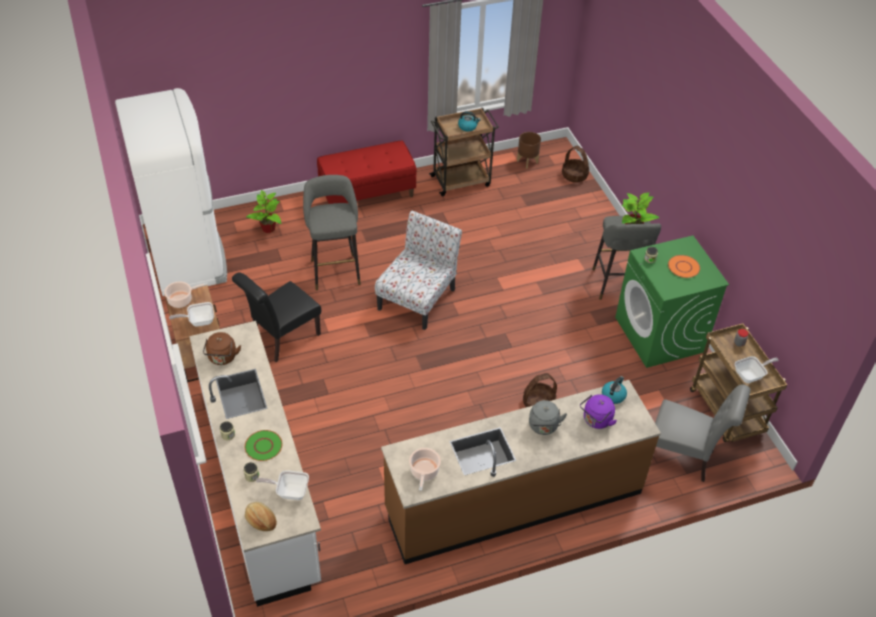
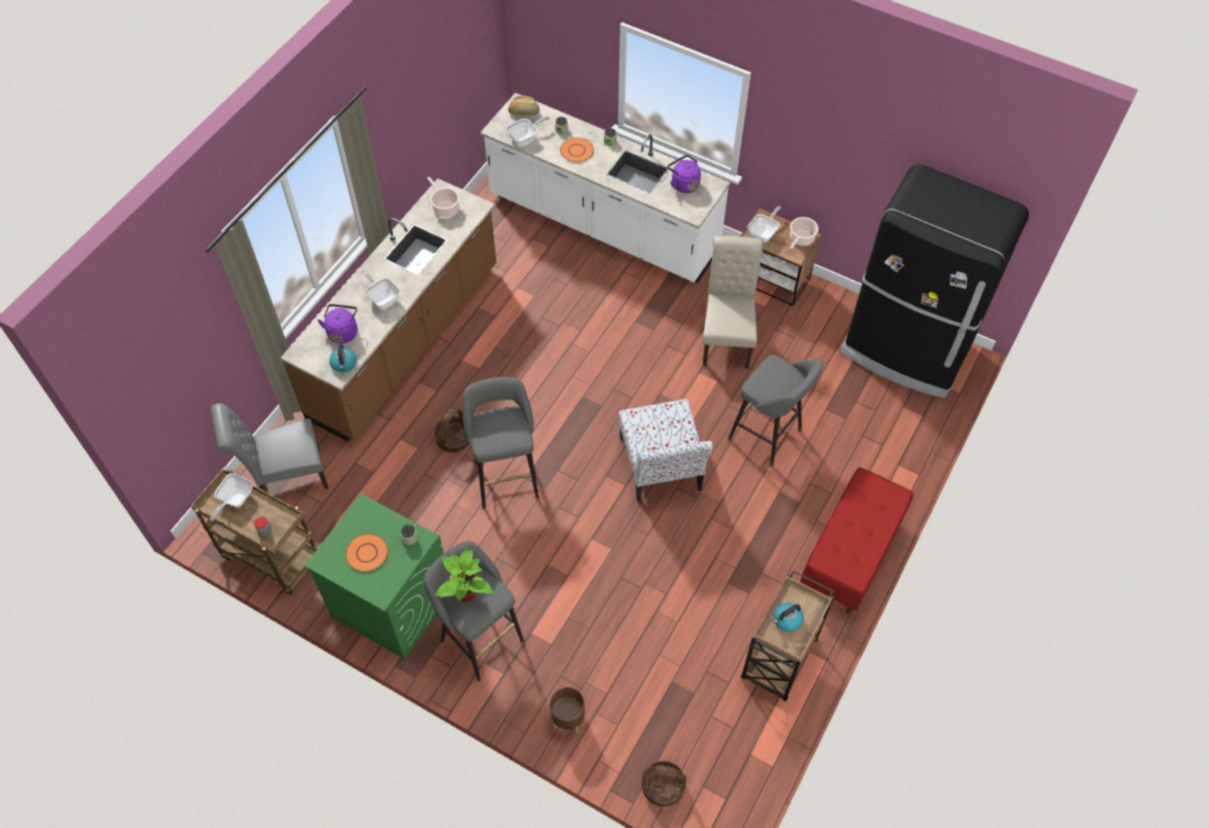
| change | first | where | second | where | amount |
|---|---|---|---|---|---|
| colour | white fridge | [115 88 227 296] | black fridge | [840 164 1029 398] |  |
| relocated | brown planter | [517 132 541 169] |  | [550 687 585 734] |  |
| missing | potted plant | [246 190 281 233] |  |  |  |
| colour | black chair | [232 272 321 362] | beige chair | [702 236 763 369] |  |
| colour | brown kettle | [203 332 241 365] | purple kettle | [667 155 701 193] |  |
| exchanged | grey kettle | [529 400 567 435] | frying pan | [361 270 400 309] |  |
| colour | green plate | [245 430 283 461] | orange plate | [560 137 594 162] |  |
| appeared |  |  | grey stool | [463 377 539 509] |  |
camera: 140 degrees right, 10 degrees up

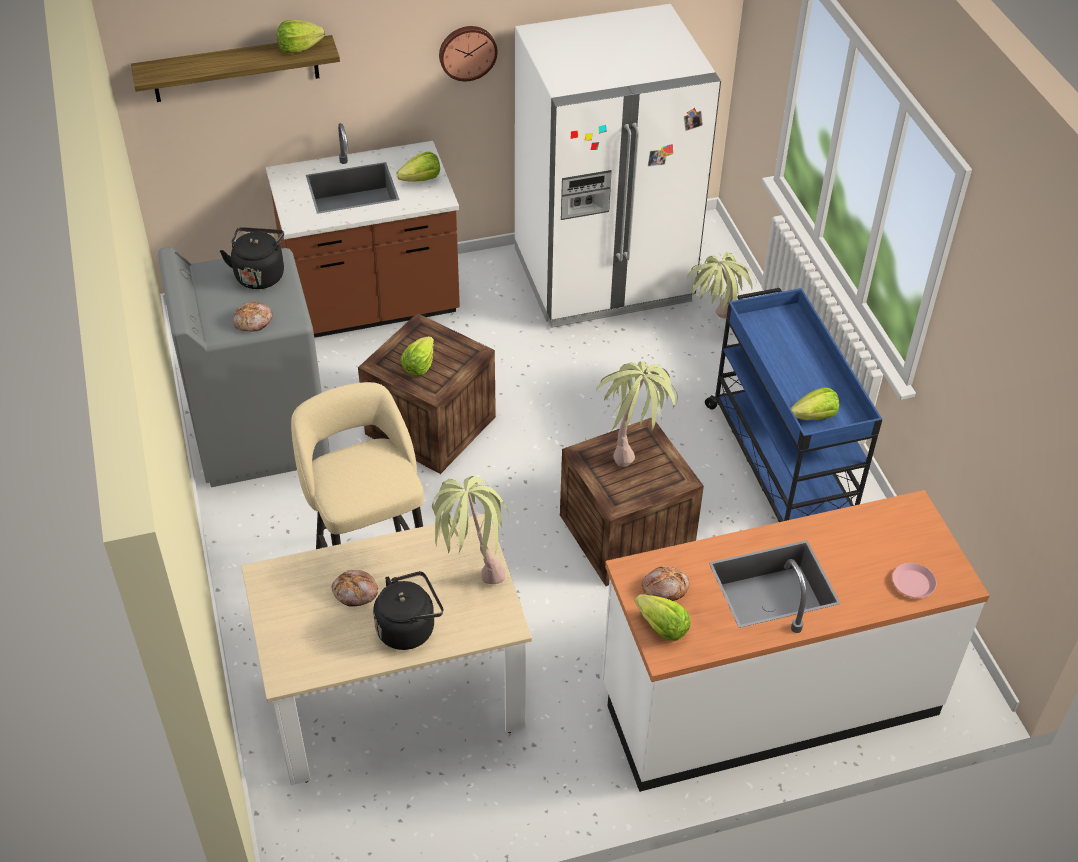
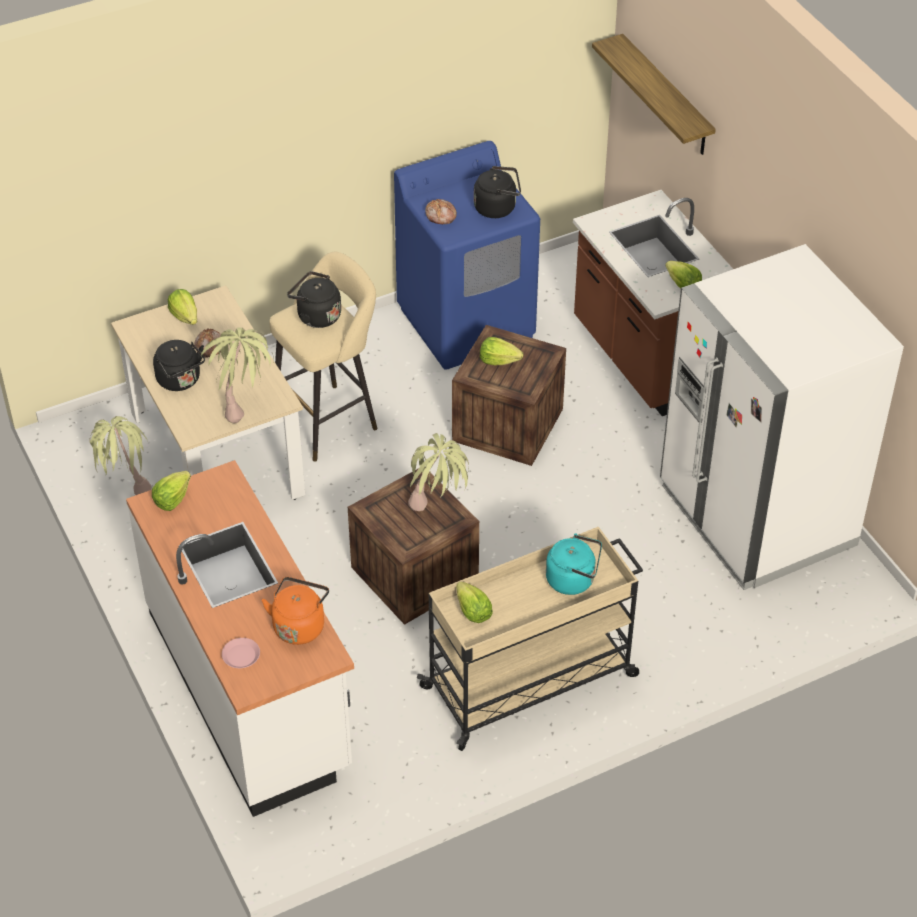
| change | first | where | second | where | amount |
|---|---|---|---|---|---|
| relocated | lettuce | [277 20 325 53] |  | [168 289 197 325] |  |
| missing | wall clock | [439 26 498 81] |  |  |  |
| colour | grey washing machine | [158 247 330 487] | blue washing machine | [394 141 540 370] |  |
| relocated | potted plant | [688 252 755 319] |  | [89 416 152 495] |  |
| colour | blue cart | [705 288 882 522] | beige cart | [417 527 643 751] |  |
| missing | bread | [641 567 690 601] |  |  |  |
| appeared |  |  | black kettle | [287 271 341 328] |  |
| appeared |  |  | turquoise kettle | [546 533 602 595] |  |
| appeared |  |  | orange kettle | [262 577 329 645] |  |
camera: 80 degrees right, 0 degrees up

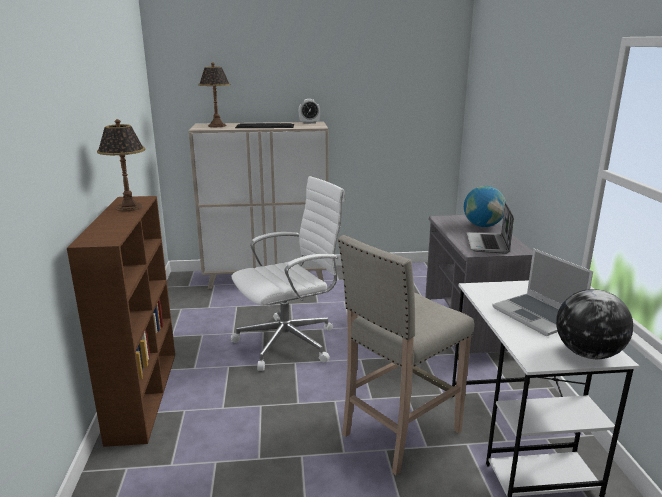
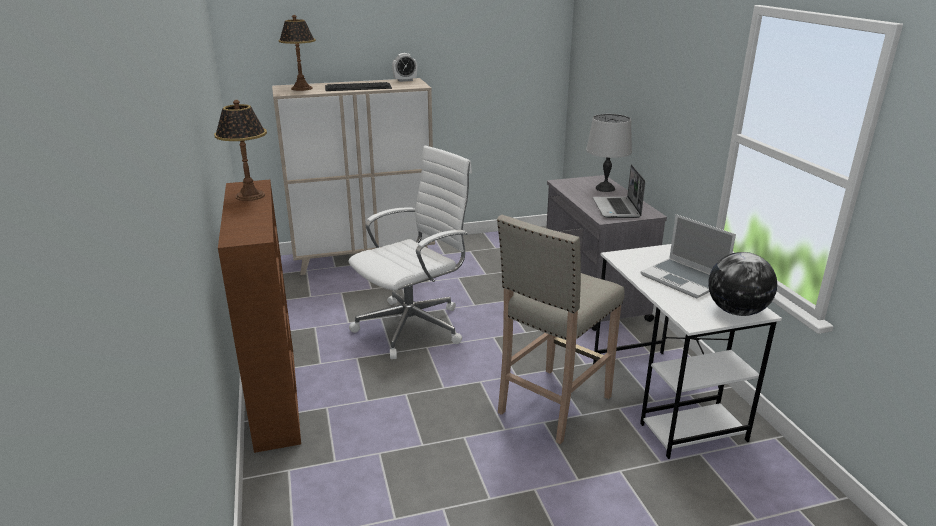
| change | first | where | second | where | amount |
|---|---|---|---|---|---|
| exchanged | globe | [464 186 506 227] | grey table lamp | [586 114 632 192] |  |
camera: 10 degrees left, 5 degrees up

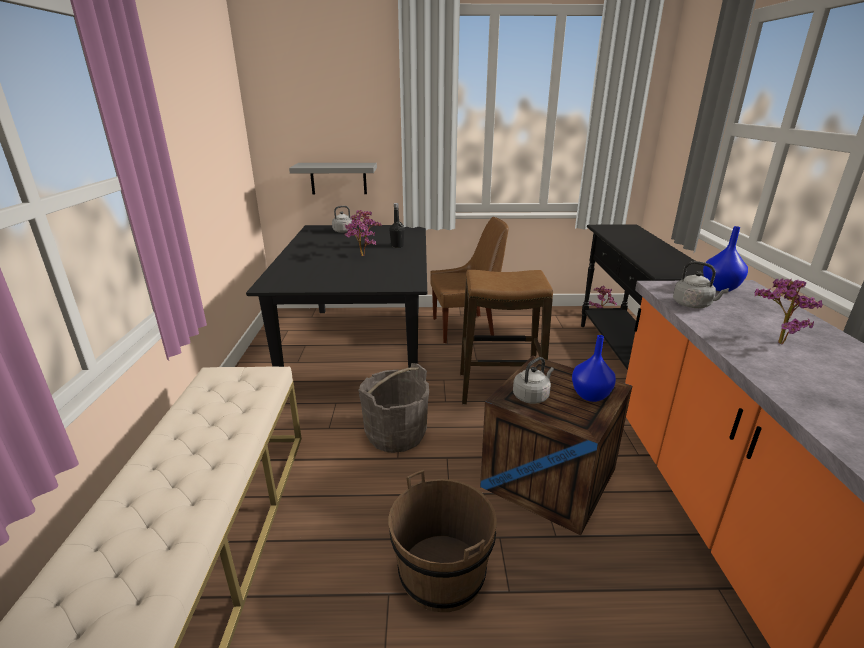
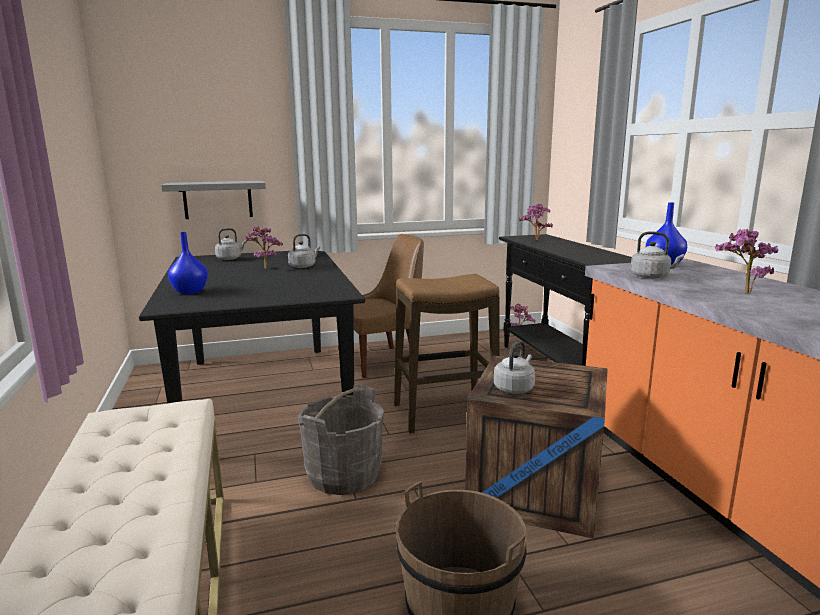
| change | first | where | second | where | amount |
|---|---|---|---|---|---|
| exchanged | black bottle | [389 203 404 248] | grey kettle | [288 234 320 268] |  |
| relocated | potted plant | [345 220 376 256] |  | [519 204 553 240] |  |
| relocated | blue vase | [572 335 616 402] |  | [168 232 208 294] |  |
camera: 15 degrees left, 10 degrees down

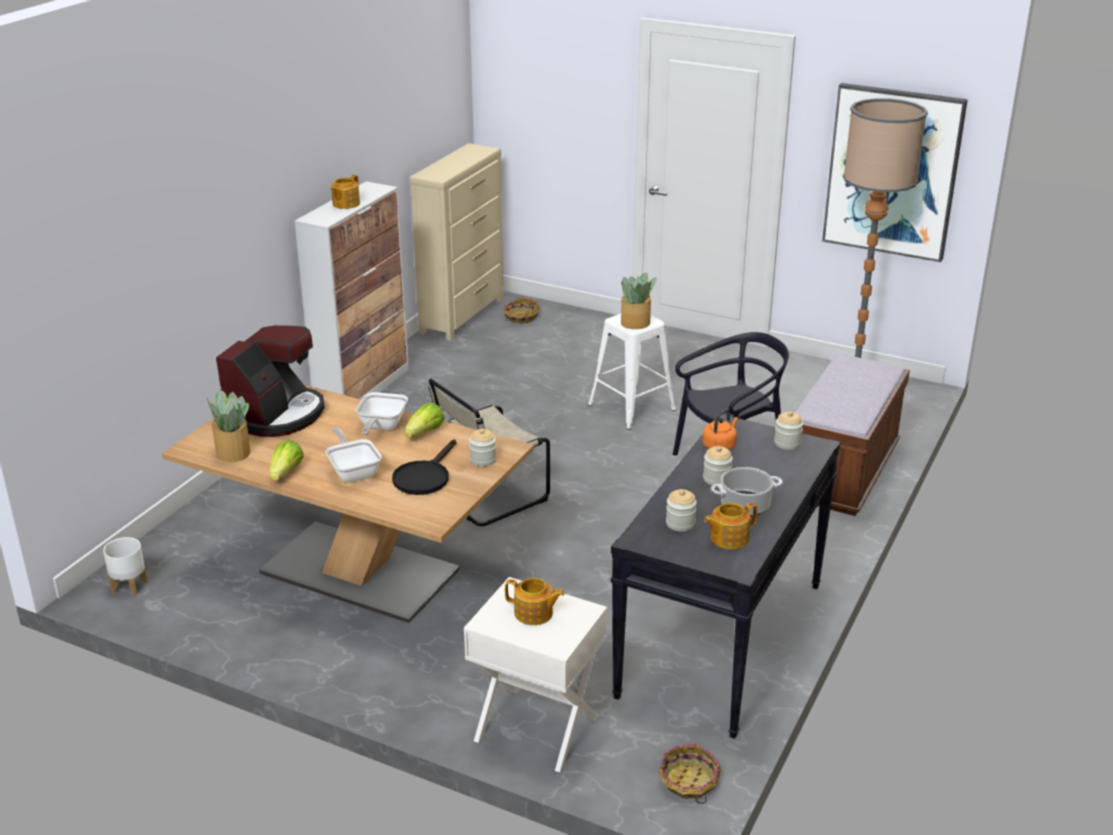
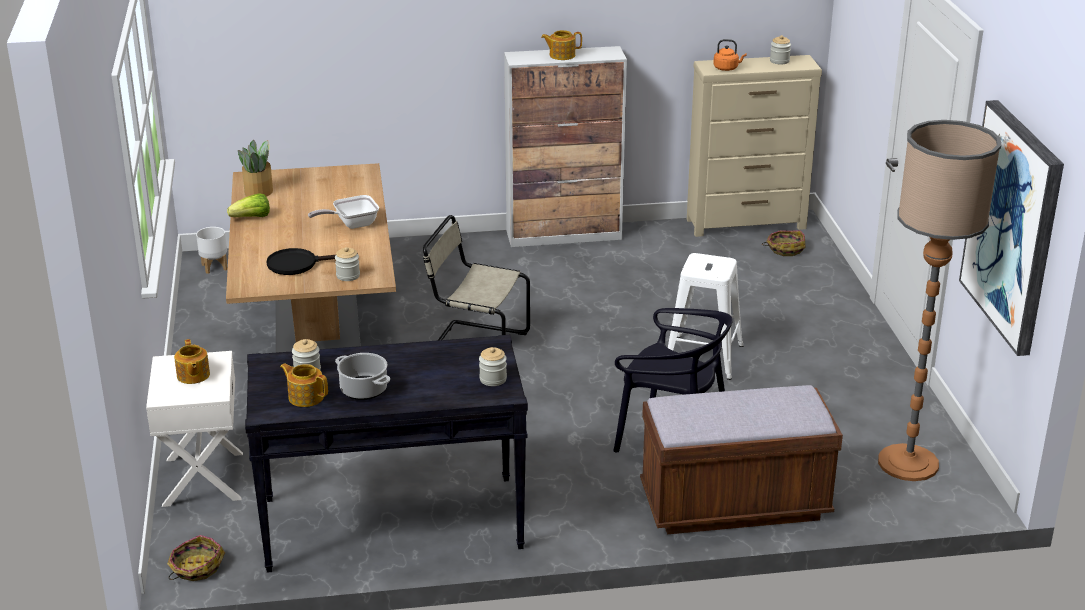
| change | first | where | second | where | amount |
|---|---|---|---|---|---|
| missing | potted plant | [621 273 657 329] |  |  |  |
| missing | coffee machine | [216 325 325 437] |  |  |  |
| missing | lettuce | [405 402 445 438] |  |  |  |
| relocated | orange kettle | [703 409 738 450] |  | [713 39 747 71] |  |
| missing | frying pan | [325 427 382 483] |  |  |  |
| relocated | jar | [703 446 733 485] |  | [770 35 791 64] |  |
camera: 55 degrees right, 0 degrees up

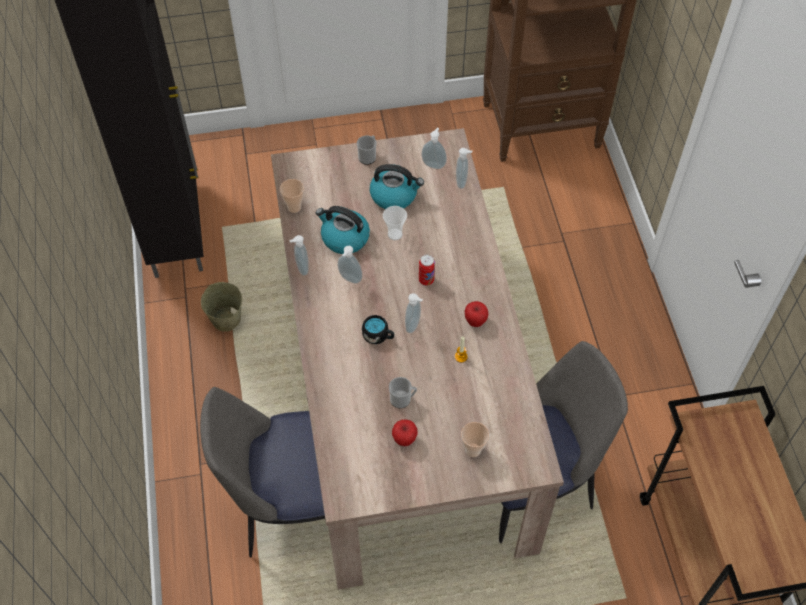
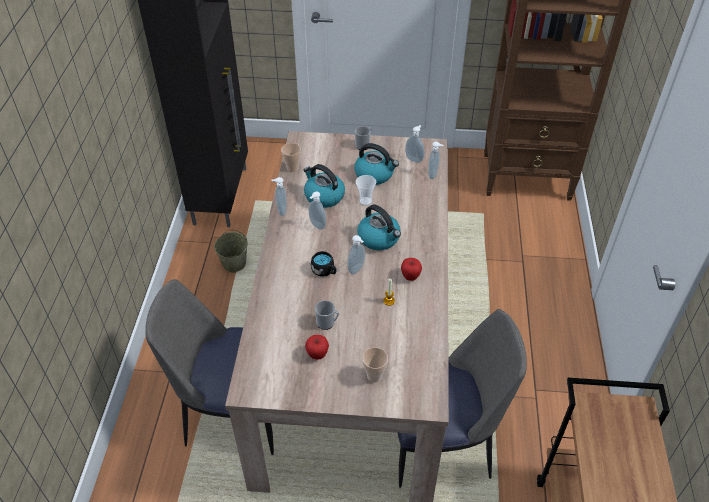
| change | first | where | second | where | amount |
|---|---|---|---|---|---|
| exchanged | can | [419 254 435 286] | kettle | [357 204 401 250] |  |
camera: 15 degrees right, 10 degrees down

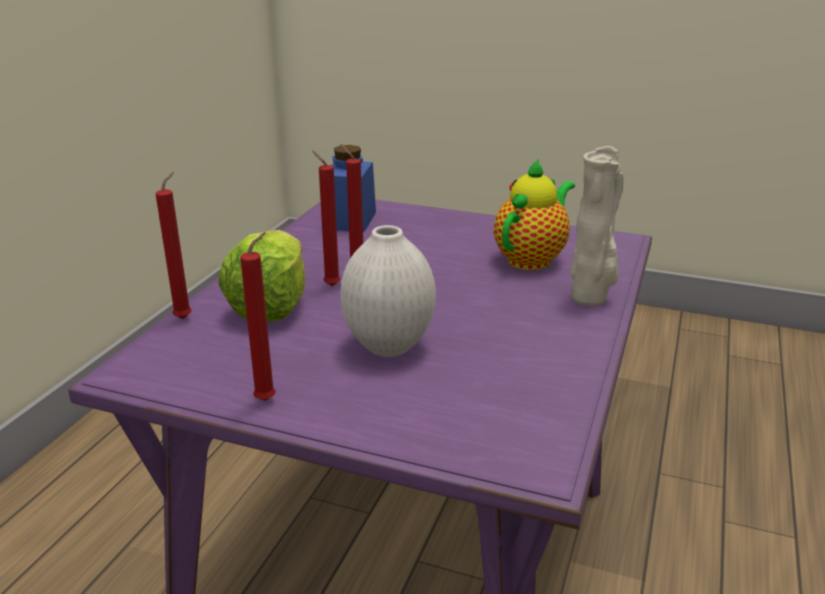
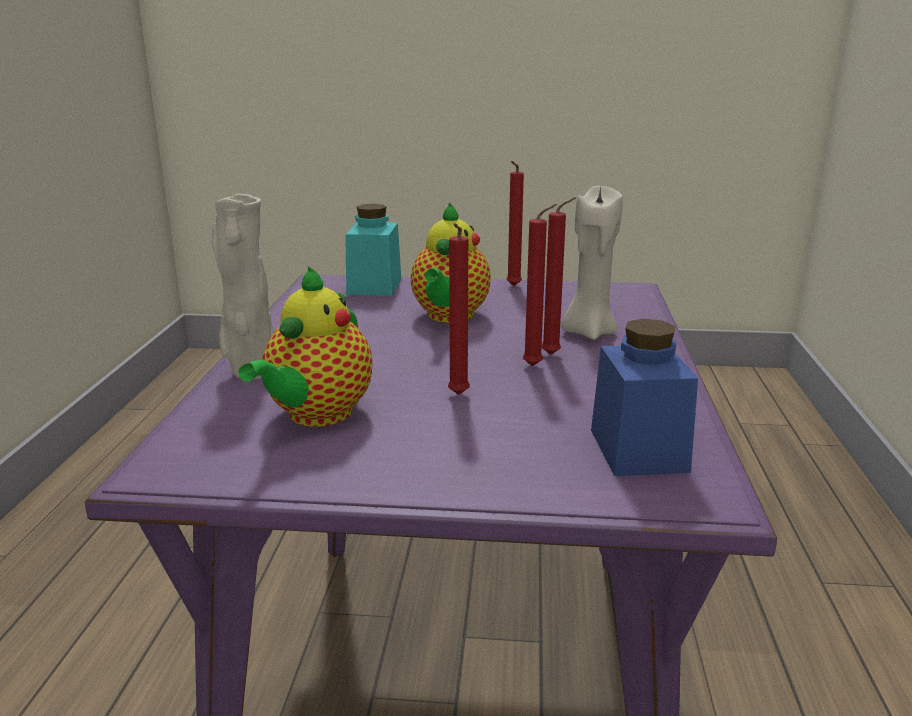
| change | first | where | second | where | amount |
|---|---|---|---|---|---|
| relocated | red candle | [156 172 192 319] |  | [448 223 470 395] |  |
| exchanged | white vase | [341 225 436 357] | teapot | [411 202 491 323] |  |
| exchanged | lettuce | [218 230 305 322] | beige candle | [562 185 623 340] |  |
| appeared |  |  | turquoise jar | [345 204 401 296] |  |
camera: 165 degrees right, 5 degrees down

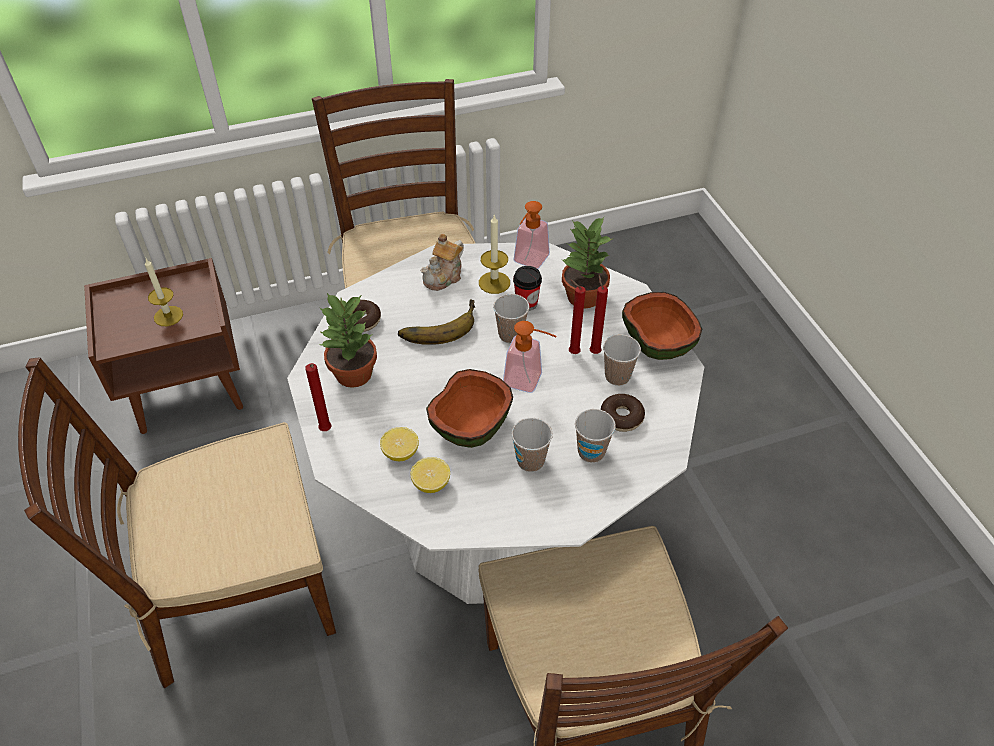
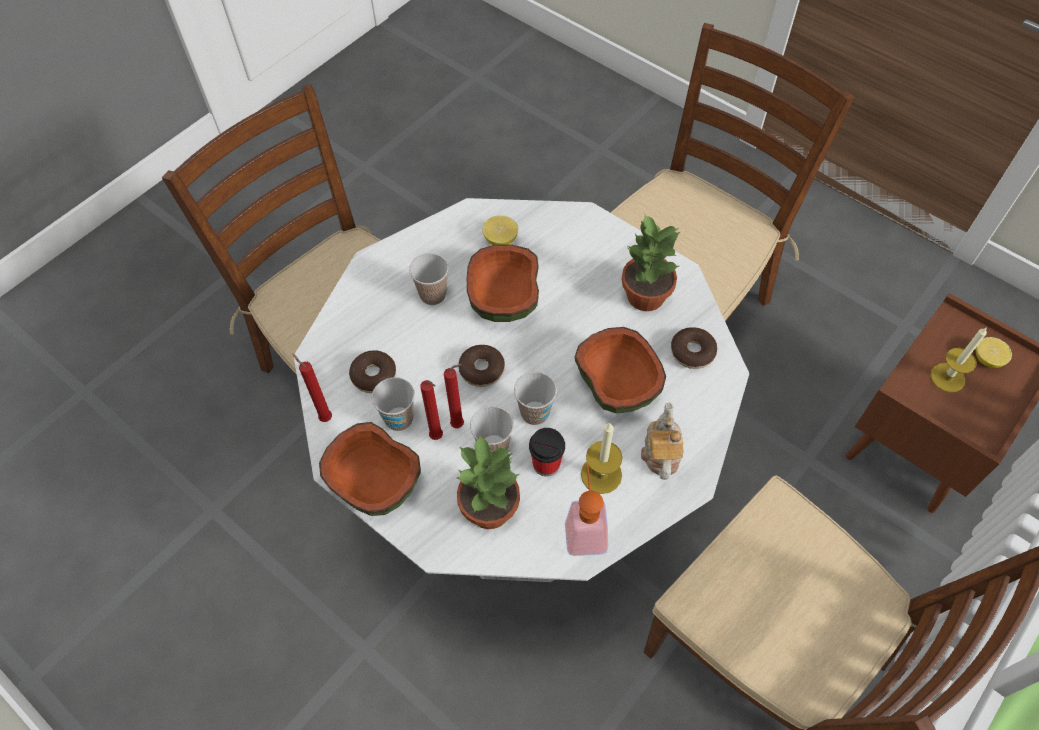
| change | first | where | second | where | amount |
|---|---|---|---|---|---|
| exchanged | banana | [398 300 475 345] | bowl | [575 327 666 413] |  |
| exchanged | soap dispenser | [503 321 557 393] | donut | [459 345 505 387] |  |
| relocated | red candle | [305 363 331 431] |  | [293 354 332 422] |  |
| relocated | cup | [575 409 616 463] |  | [470 406 514 453] |  |
| relocated | lemon | [380 427 419 461] |  | [976 337 1012 368] |  |
camera: 150 degrees right, 10 degrees up

